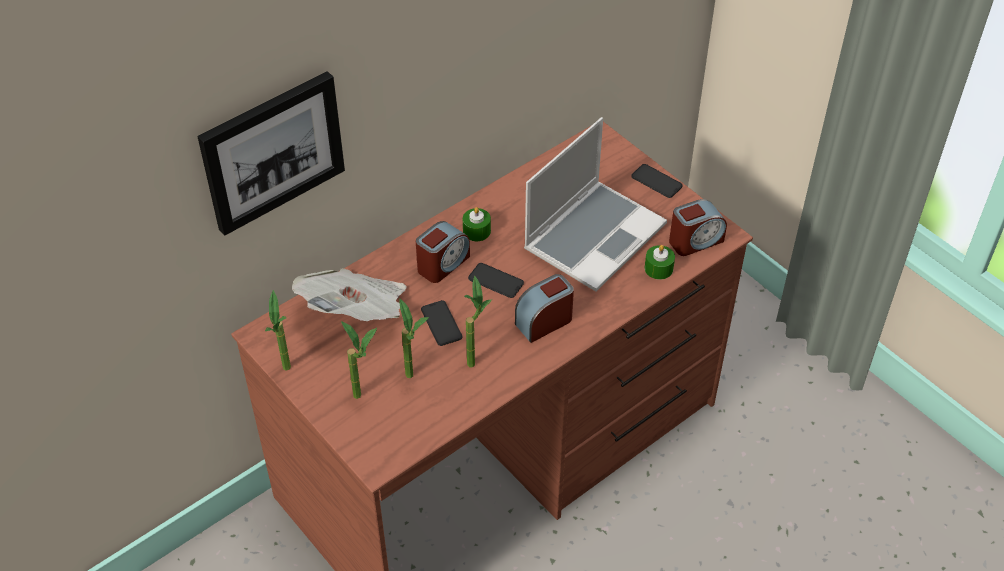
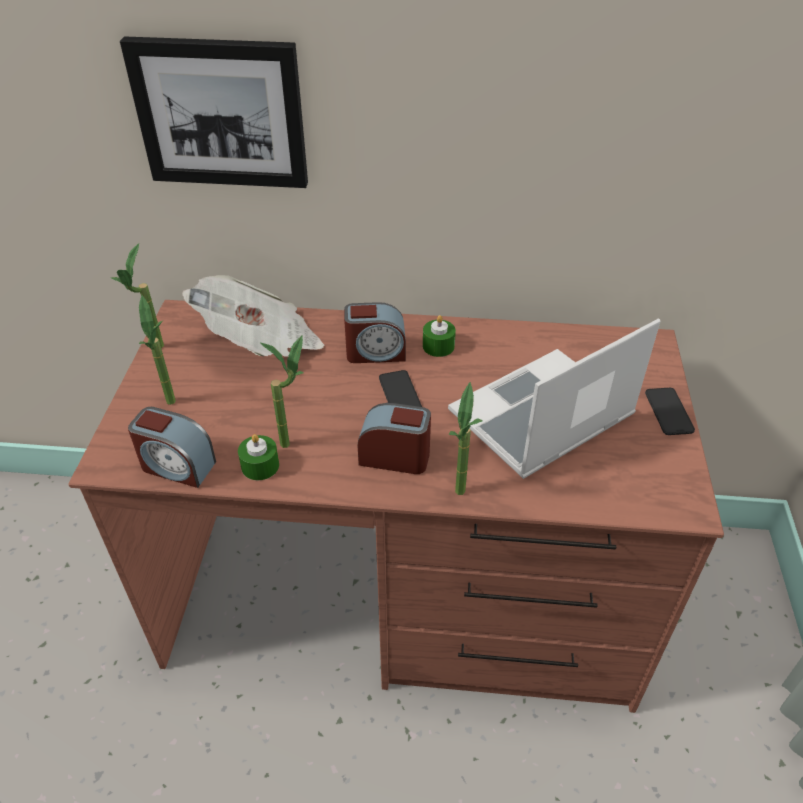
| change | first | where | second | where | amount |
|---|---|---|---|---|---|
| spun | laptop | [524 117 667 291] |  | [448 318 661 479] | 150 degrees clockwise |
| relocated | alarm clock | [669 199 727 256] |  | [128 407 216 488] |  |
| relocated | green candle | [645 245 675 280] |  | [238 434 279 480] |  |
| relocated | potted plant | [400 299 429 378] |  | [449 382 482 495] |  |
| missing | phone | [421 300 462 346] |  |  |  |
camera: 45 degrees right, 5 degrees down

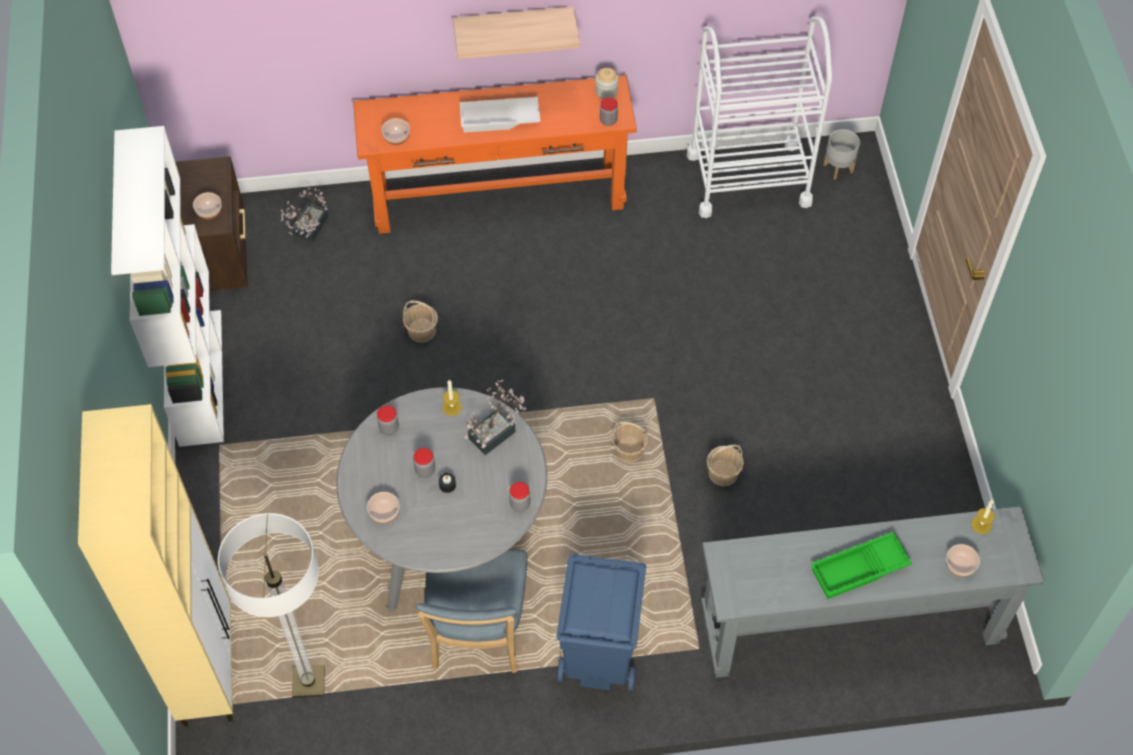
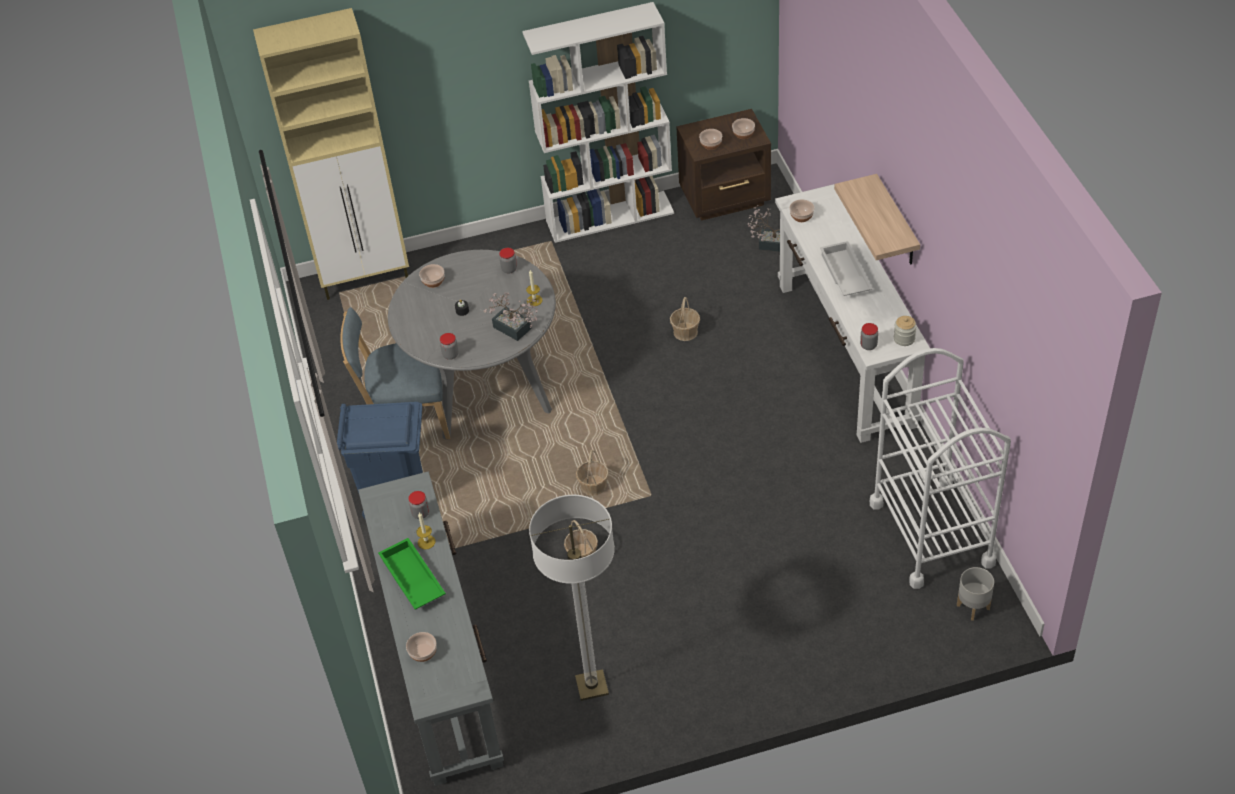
| change | first | where | second | where | amount |
|---|---|---|---|---|---|
| colour | orange console table | [353 75 637 234] | white console table | [775 184 930 443] |  |
| relocated | jar | [413 448 435 478] |  | [408 491 429 519] |  |
| relocated | candle | [971 499 994 534] |  | [416 512 435 549] |  |
| relocated | floor lamp | [218 513 325 698] |  | [529 495 615 701] |  |
| appeared |  |  | bowl | [732 118 755 139] |  |
camera: 85 degrees right, 10 degrees down

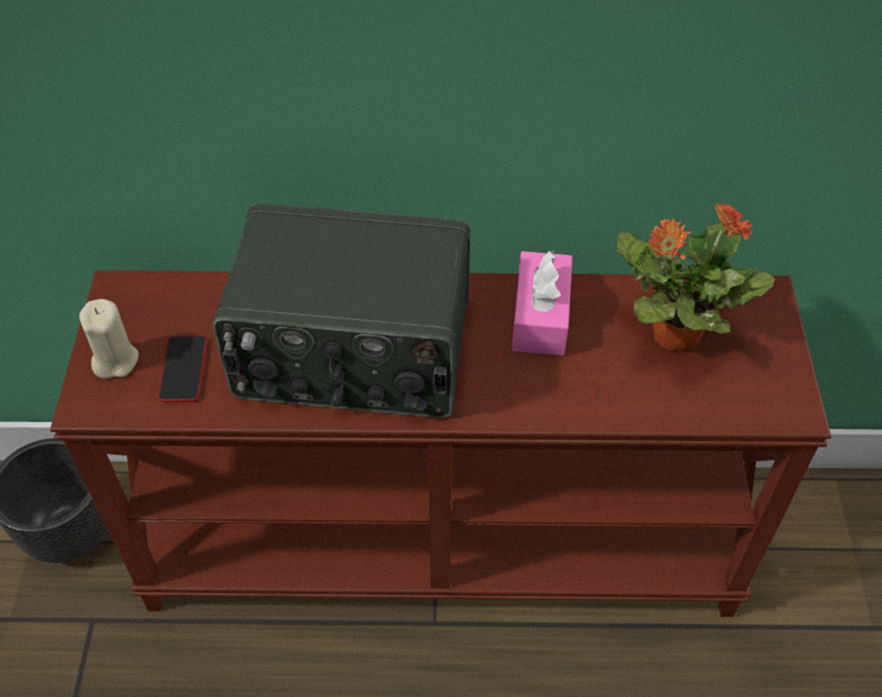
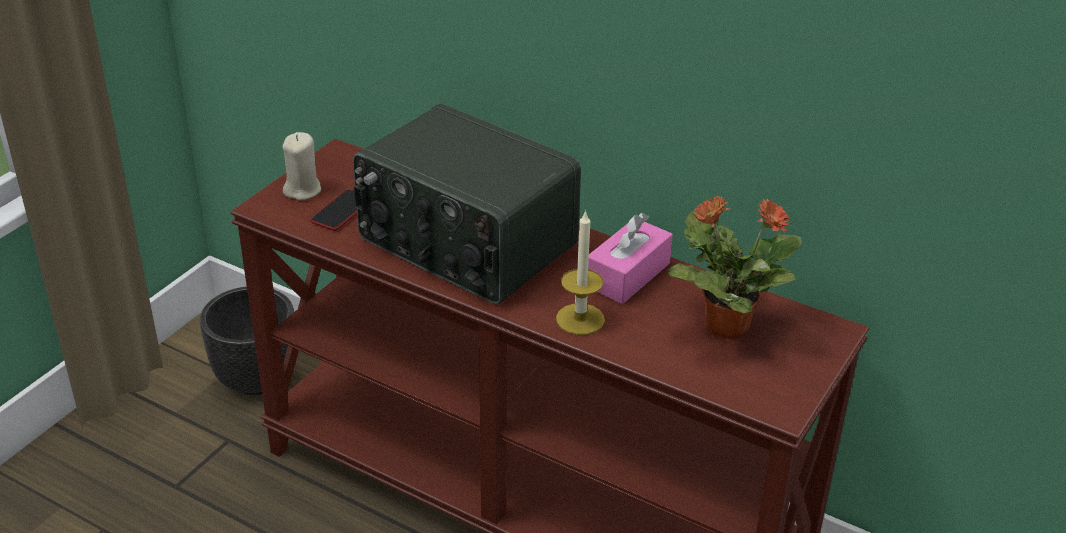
| change | first | where | second | where | amount |
|---|---|---|---|---|---|
| appeared |  |  | candle | [556 210 605 335] |  |
camera: 30 degrees right, 15 degrees down

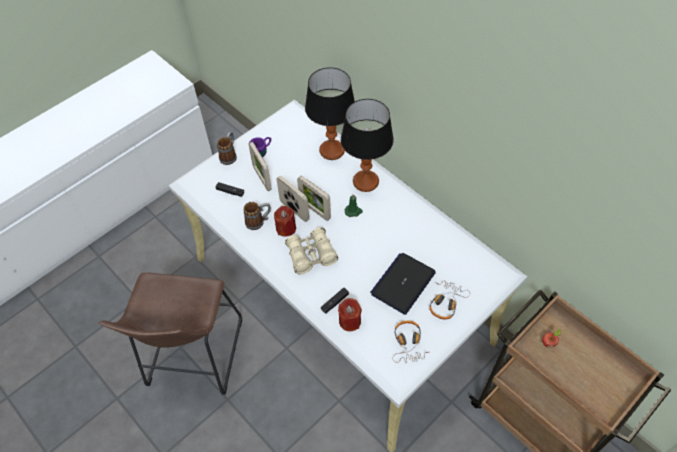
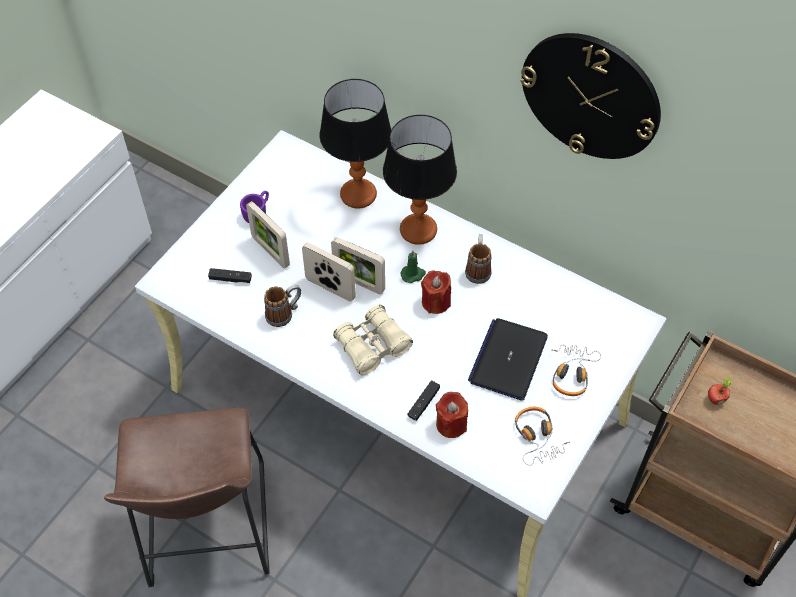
| change | first | where | second | where | amount |
|---|---|---|---|---|---|
| relocated | mug | [217 132 237 165] |  | [465 234 492 284] |  |
| relocated | red candle | [274 206 296 236] |  | [421 270 451 314] |  |
| appeared |  |  | wall clock | [520 33 661 159] |  |
camera: 15 degrees left, 0 degrees up

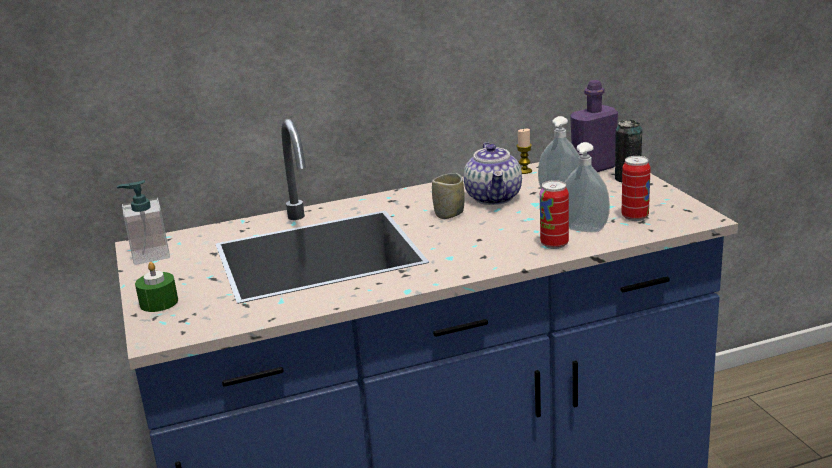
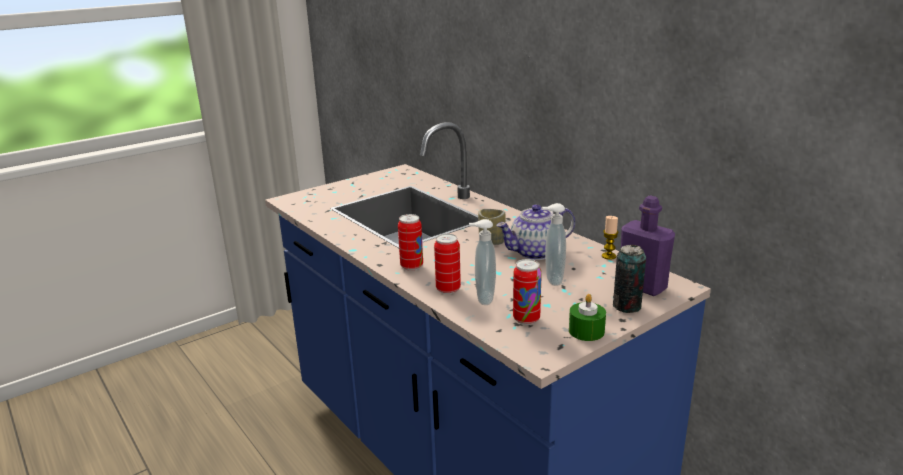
| change | first | where | second | where | amount |
|---|---|---|---|---|---|
| missing | soap dispenser | [117 180 170 265] |  |  |  |
| relocated | green candle | [135 262 178 312] |  | [569 294 606 341] |  |
| appeared |  |  | can | [398 214 423 271] |  |
camera: 70 degrees right, 0 degrees up

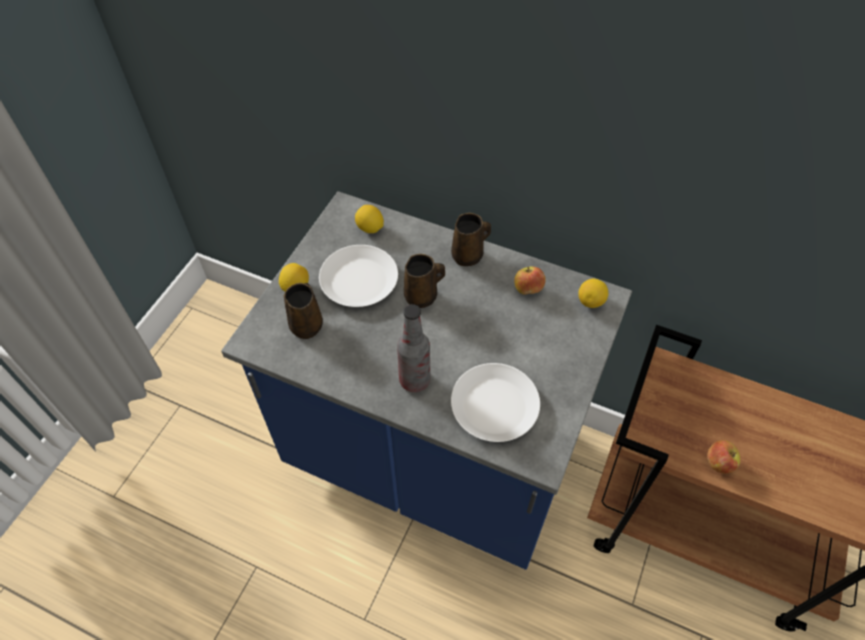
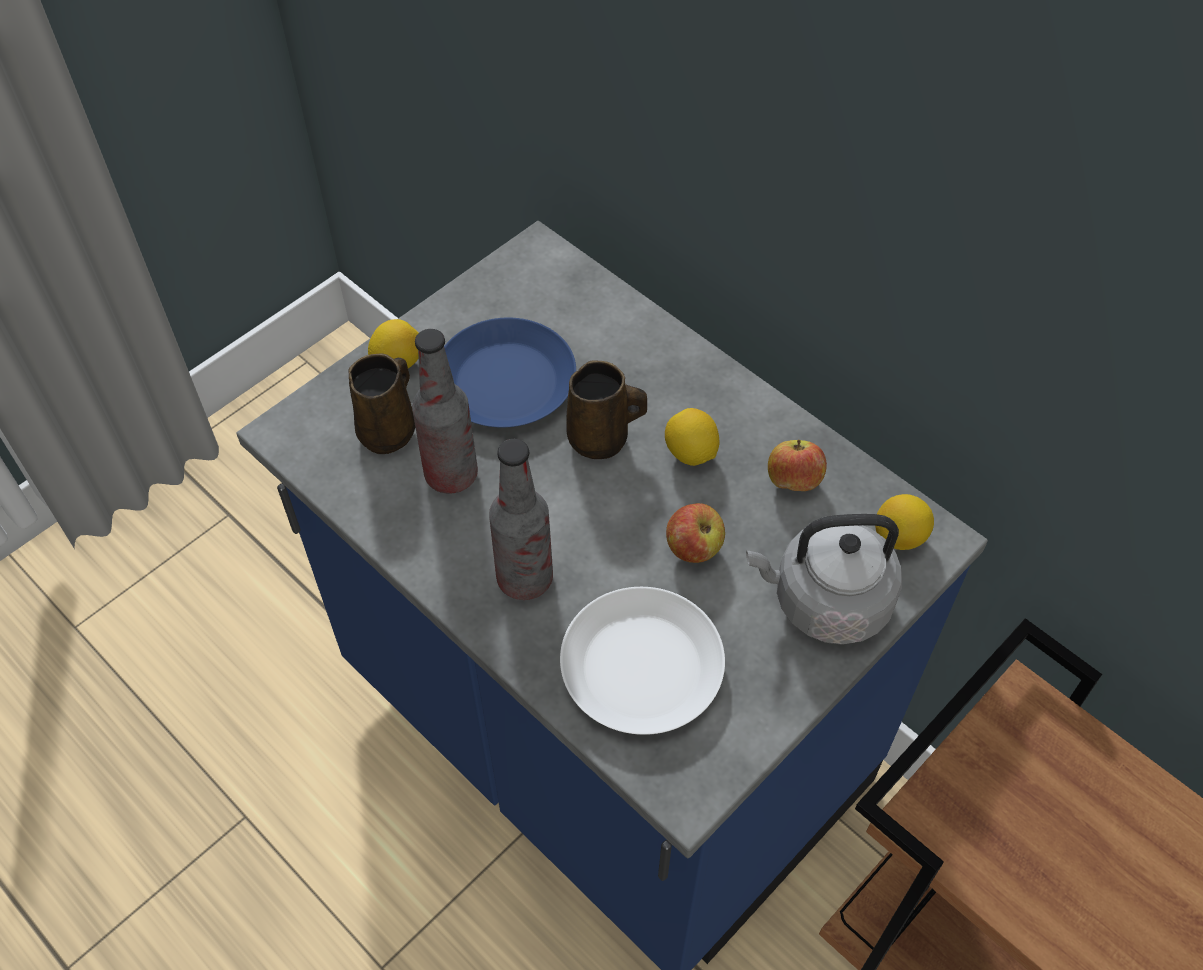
| change | first | where | second | where | amount |
|---|---|---|---|---|---|
| relocated | lemon | [355 205 384 233] |  | [665 408 719 466] |  |
| missing | brown mug | [451 213 491 266] |  |  |  |
| colour | white plate | [319 245 398 307] | blue plate | [444 318 576 427] |  |
| relocated | apple | [708 440 740 474] |  | [666 503 725 563] |  |
| appeared |  |  | bottle | [412 329 478 494] |  |
| appeared |  |  | grey kettle | [746 514 902 645] |  |
camera: 20 degrees right, 0 degrees up

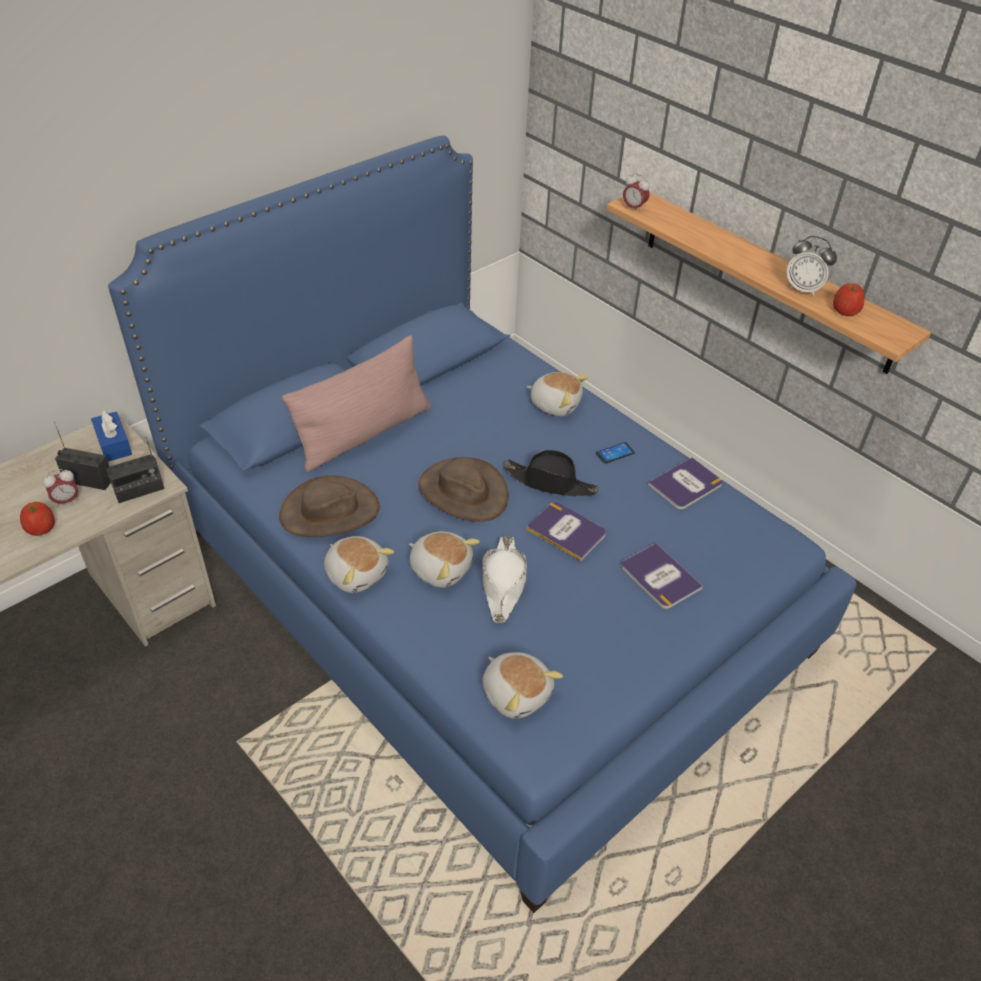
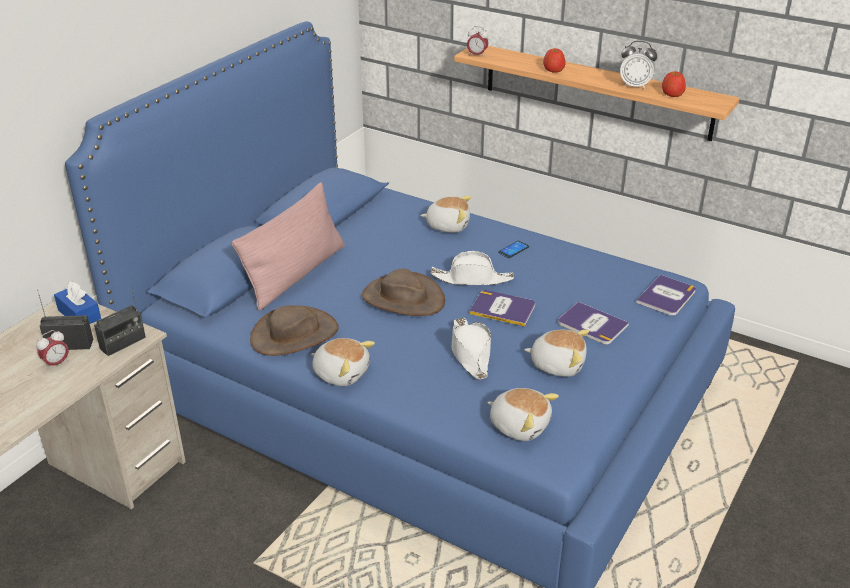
| change | first | where | second | where | amount |
|---|---|---|---|---|---|
| colour | black hat | [504 450 598 496] | white hat | [430 251 514 285] |  |
| relocated | book | [648 457 723 510] |  | [636 275 696 316] |  |
| relocated | apple | [20 502 55 536] |  | [543 48 566 73] |  |
| relocated | plush toy | [409 531 480 588] |  | [524 329 589 377] |  |
camera: 15 degrees left, 10 degrees down

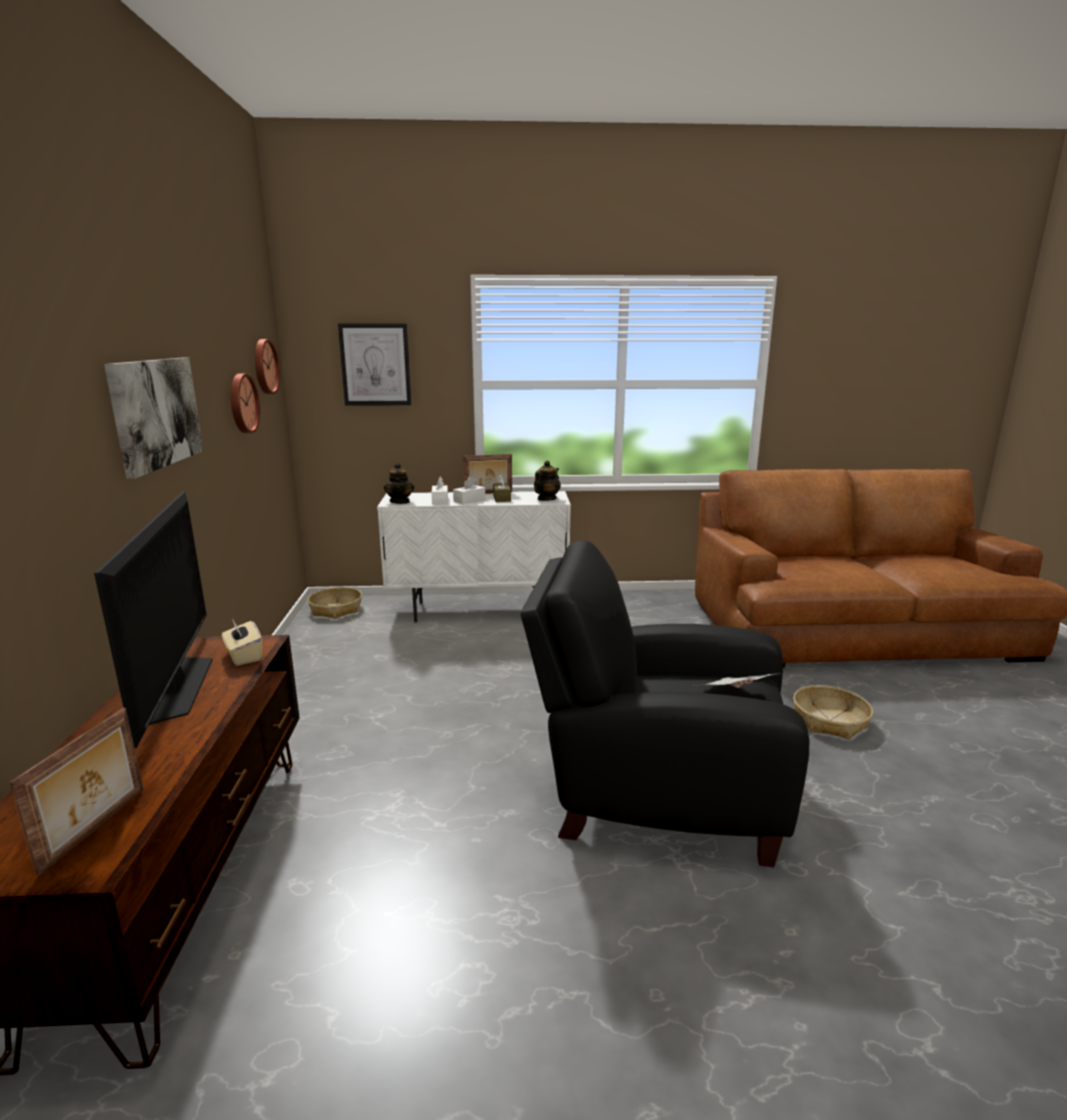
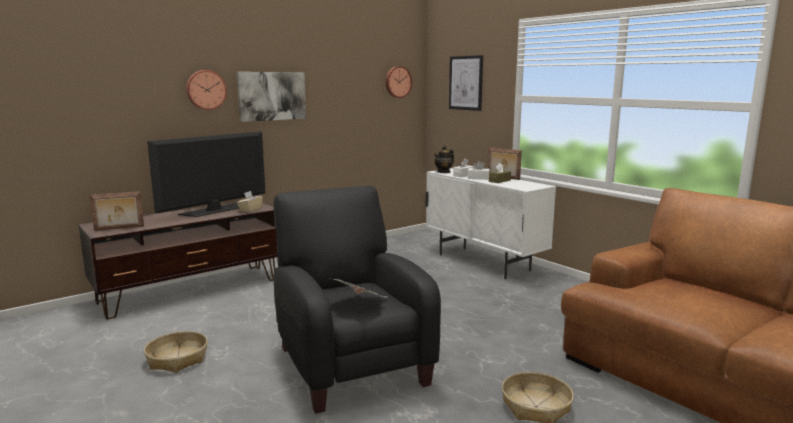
| change | first | where | second | where | amount |
|---|---|---|---|---|---|
| relocated | wall clock | [231 373 260 433] |  | [186 70 227 110] |  |
| missing | teapot | [534 461 561 501] |  |  |  |
| relocated | basket | [308 587 362 619] |  | [144 331 208 373] |  |
camera: 55 degrees right, 5 degrees down

